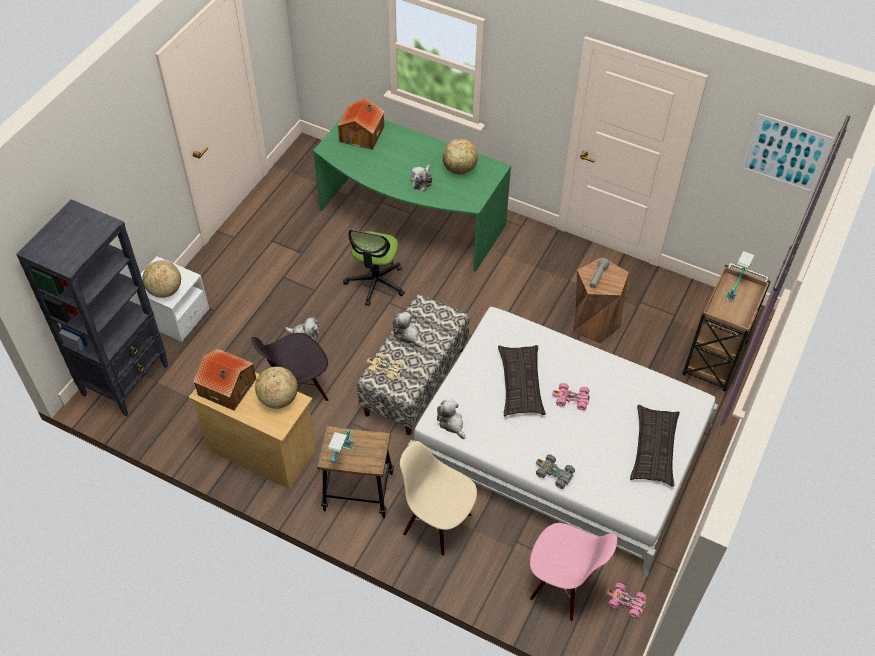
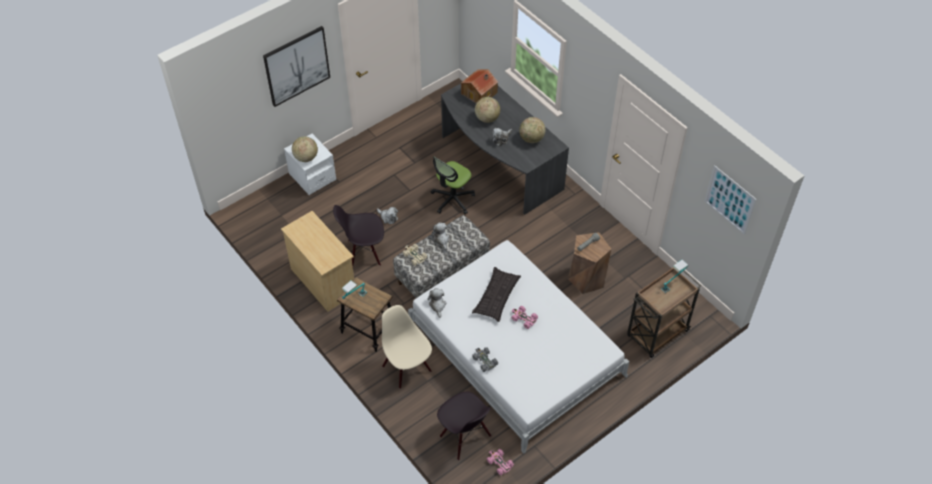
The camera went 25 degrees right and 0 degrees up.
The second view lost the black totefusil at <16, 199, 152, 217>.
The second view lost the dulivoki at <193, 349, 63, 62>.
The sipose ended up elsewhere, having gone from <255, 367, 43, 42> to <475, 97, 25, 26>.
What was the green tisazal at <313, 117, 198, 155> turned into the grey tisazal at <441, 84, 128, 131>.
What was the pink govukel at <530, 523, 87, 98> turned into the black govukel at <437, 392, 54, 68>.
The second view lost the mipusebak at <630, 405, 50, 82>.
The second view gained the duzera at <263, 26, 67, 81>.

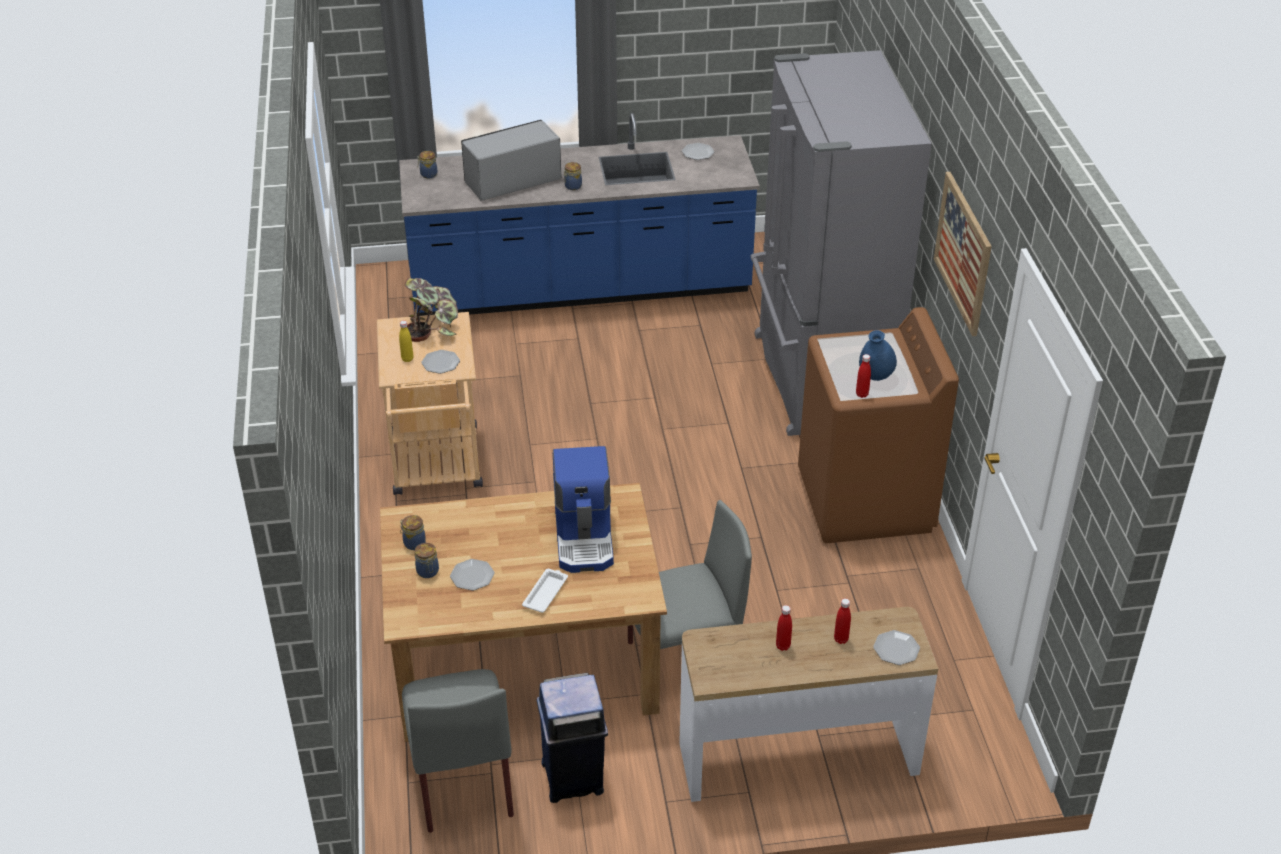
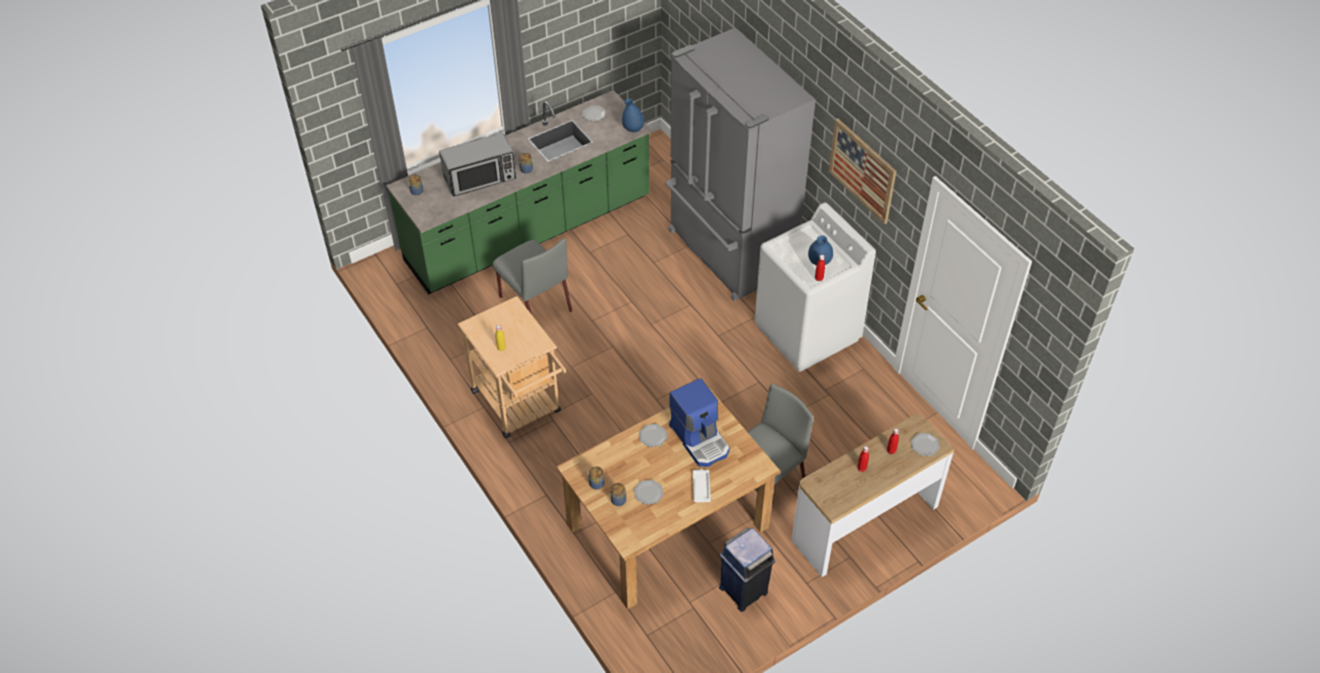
The camera went 25 degrees left and 10 degrees up.
What was the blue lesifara at <399, 113, 361, 203> turned into the green lesifara at <386, 90, 266, 204>.
The grey govukel ended up elsewhere, having gone from <402, 669, 112, 164> to <492, 238, 80, 75>.
The second view lost the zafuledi at <405, 278, 53, 64>.
The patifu ended up elsewhere, having gone from <421, 350, 39, 24> to <639, 424, 28, 23>.
The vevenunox at <461, 120, 100, 81> ended up facing another way, 150 degrees counterclockwise from before.
What was the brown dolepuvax at <798, 307, 161, 236> turned into the white dolepuvax at <755, 202, 121, 170>.
The second view gained the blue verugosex at <622, 98, 23, 34>.

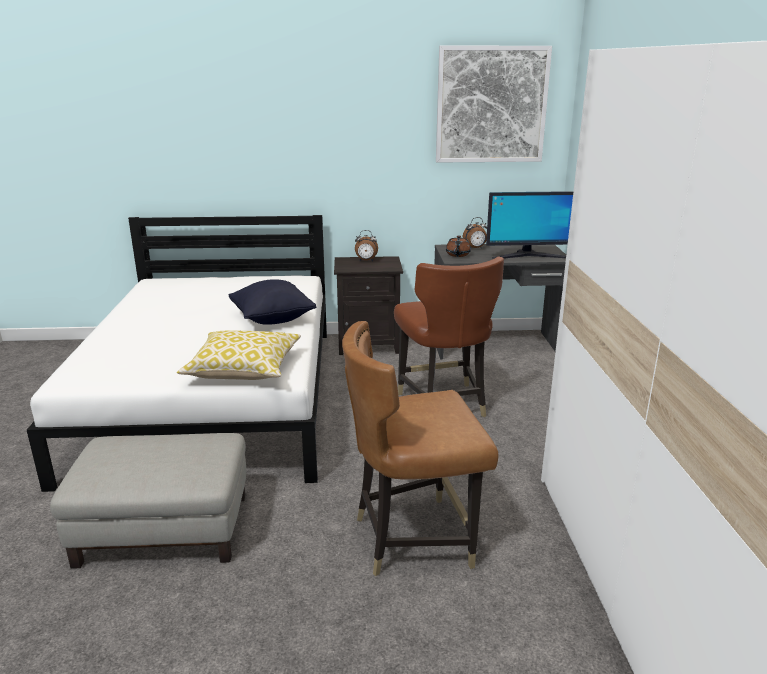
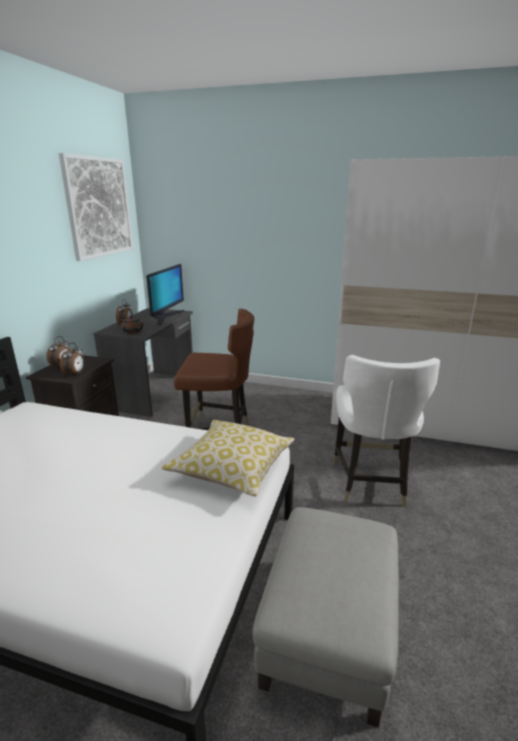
The camera went 70 degrees left and 0 degrees up.
The second view lost the black mipusebak at <229, 279, 87, 46>.
What was the brown govukel at <342, 321, 156, 255> turned into the white govukel at <334, 355, 106, 152>.
The second view gained the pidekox at <60, 343, 25, 33>.

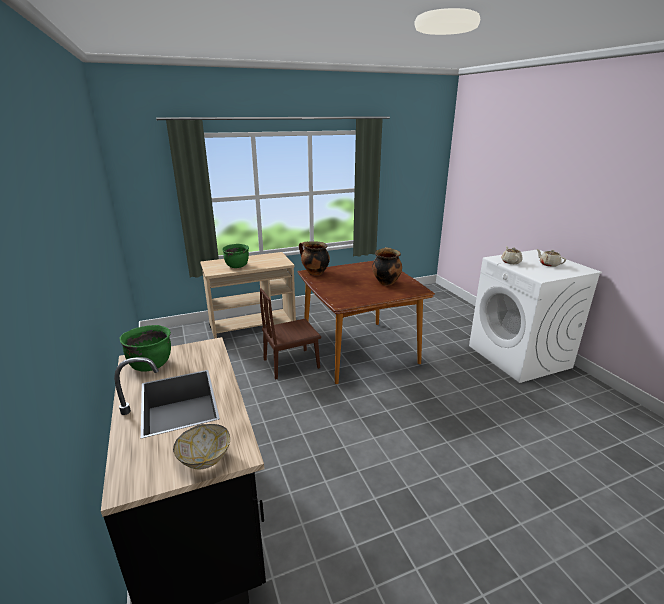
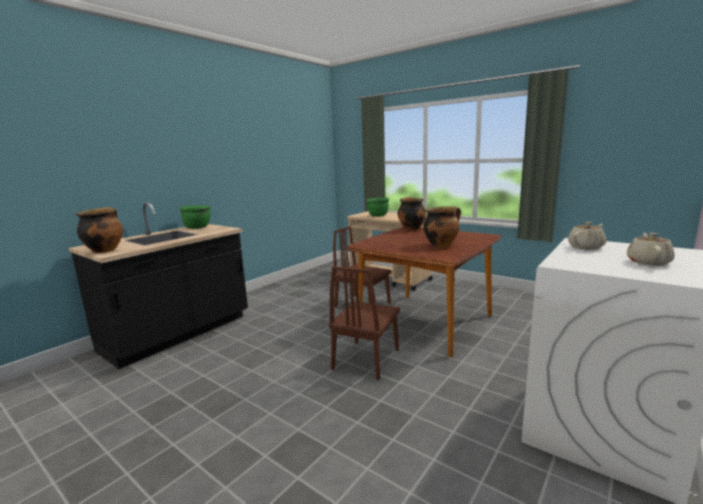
The camera went 60 degrees right and 10 degrees down.
Where the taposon stood at <173, 424, 57, 45>, the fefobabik came to stand at <76, 207, 47, 46>.
The second view gained the brown govukel at <328, 266, 72, 114>.

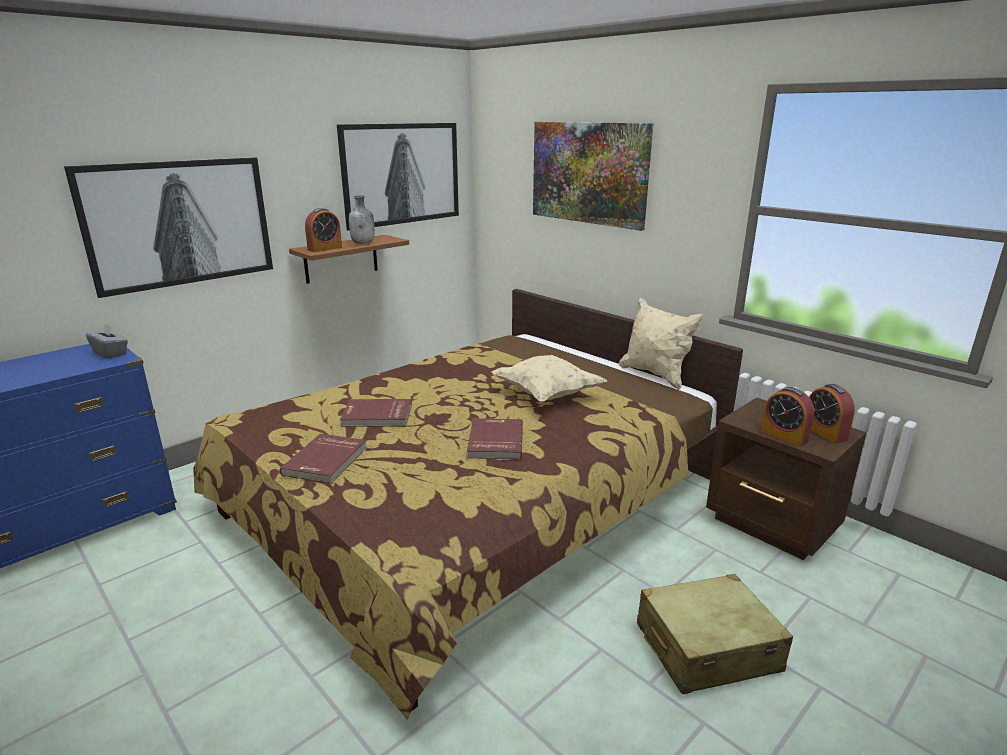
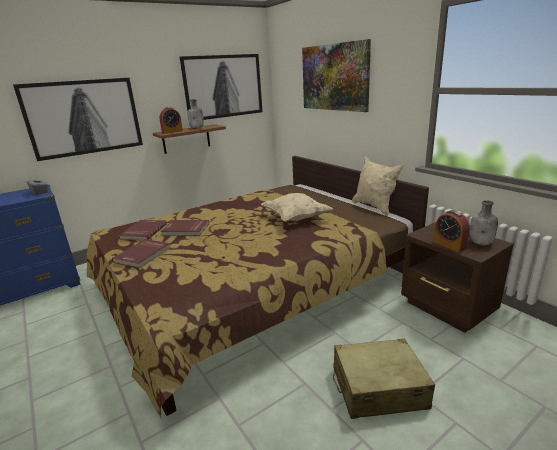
The camera went 10 degrees right and 0 degrees up.
The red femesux ended up elsewhere, having gone from <467, 418, 56, 41> to <119, 220, 48, 20>.
Where the pidekox stood at <809, 384, 46, 59>, the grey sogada came to stand at <469, 200, 29, 45>.

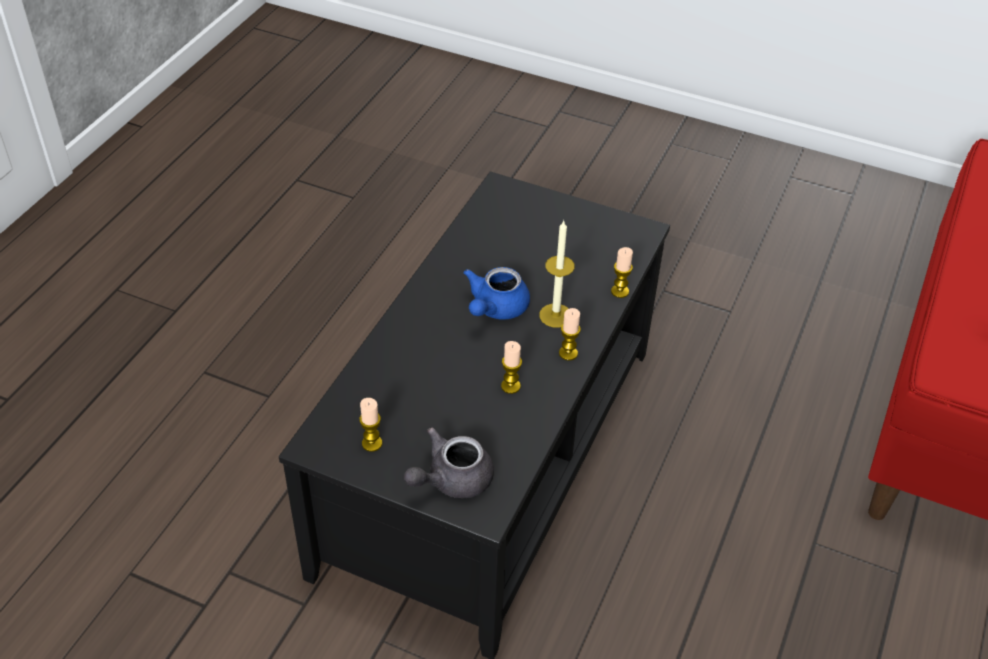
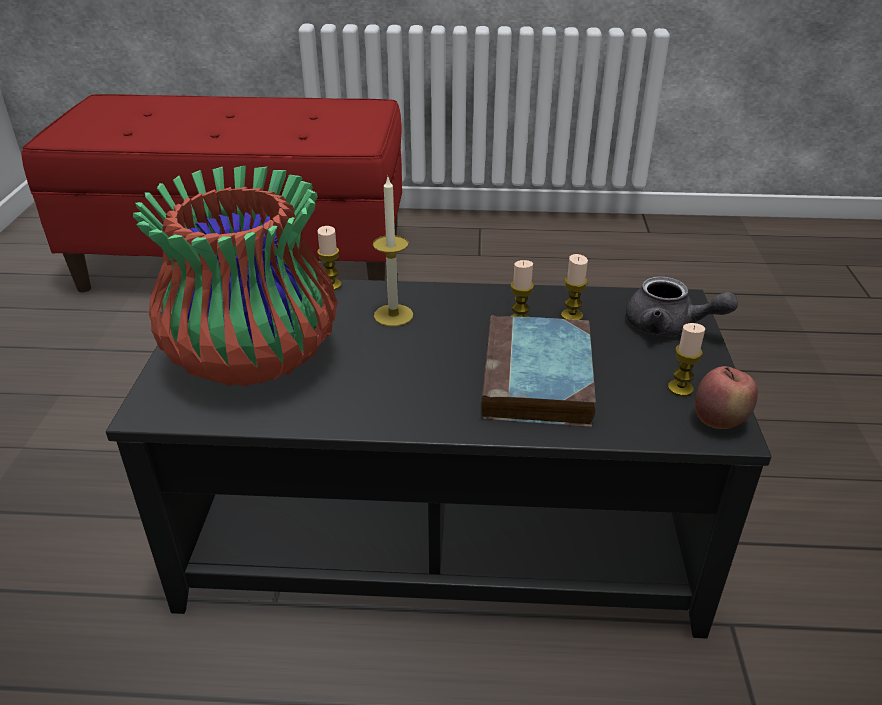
The camera went 110 degrees left and 10 degrees down.
The second view lost the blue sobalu at <463, 267, 67, 53>.
The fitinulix ended up elsewhere, having gone from <559, 308, 22, 53> to <561, 254, 27, 66>.
The second view gained the verugosex at <133, 165, 204, 222>.
The second view gained the femesux at <481, 315, 115, 112>.
The second view gained the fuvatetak at <695, 366, 63, 63>.

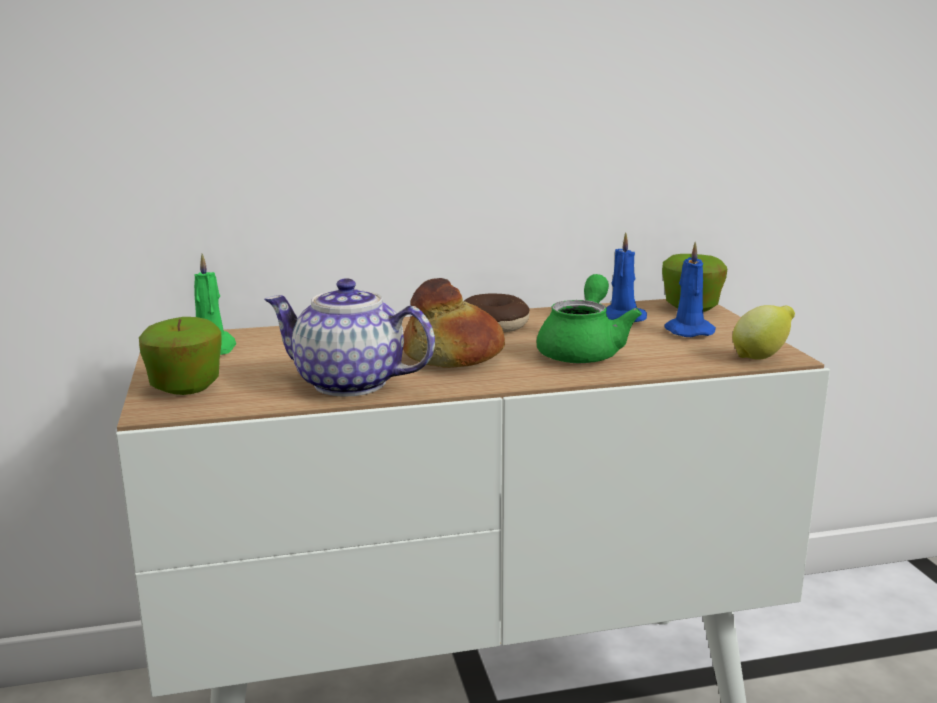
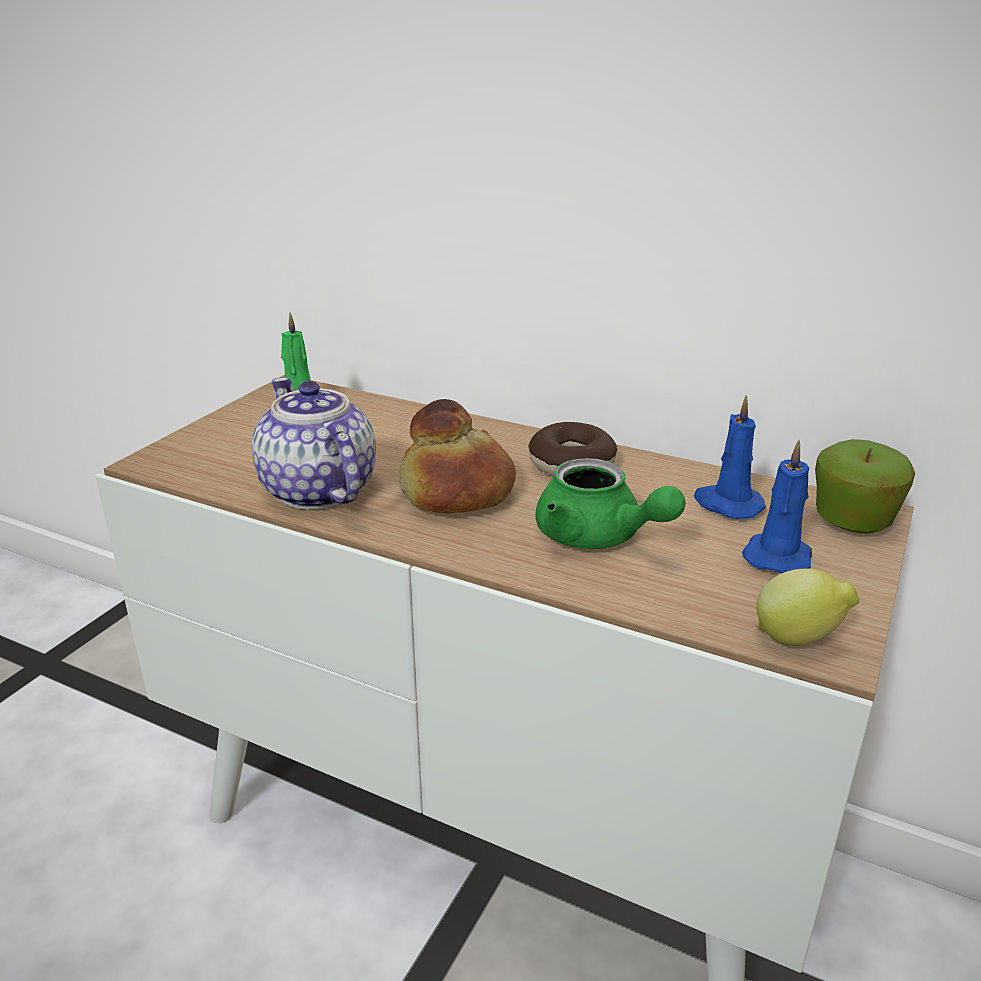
The camera went 40 degrees right and 10 degrees up.
The second view lost the fuvatetak at <139, 317, 82, 78>.
The green sobalu at <537, 274, 105, 89> ended up facing another way, 75 degrees clockwise from before.

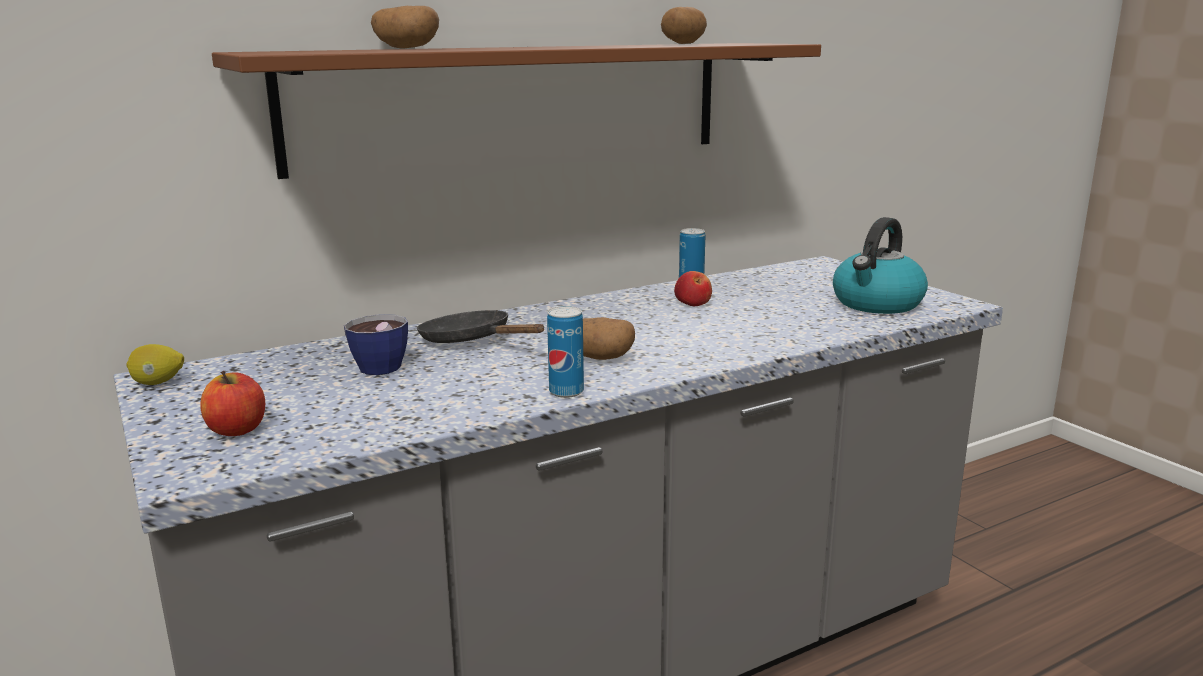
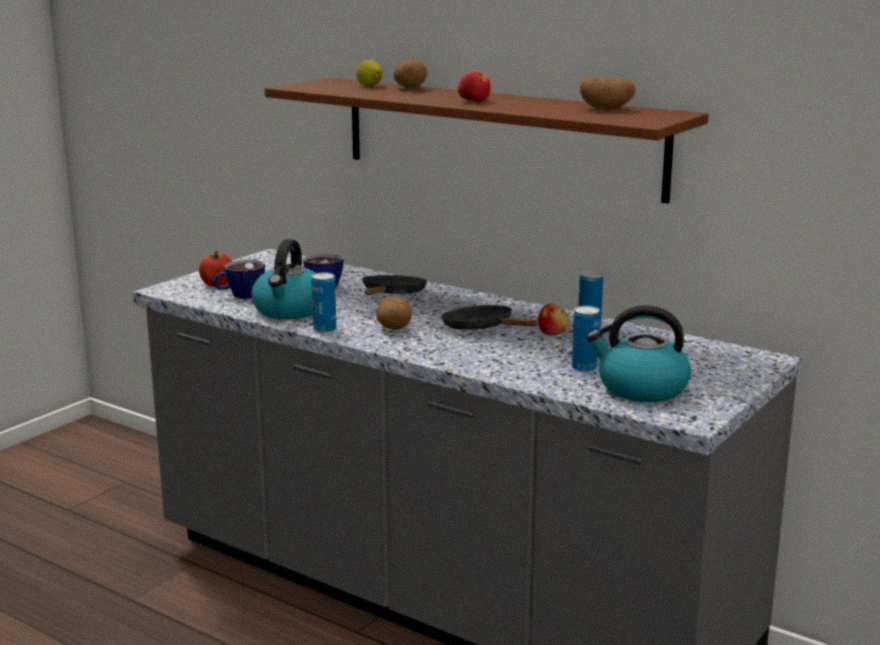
The camera went 65 degrees right and 0 degrees up.
The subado ended up elsewhere, having gone from <126, 344, 58, 41> to <356, 60, 26, 26>.
The second view gained the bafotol at <213, 259, 52, 40>.
The second view gained the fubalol at <251, 239, 65, 80>.
The second view gained the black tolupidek at <441, 305, 98, 25>.
The second view gained the fuvatetak at <458, 71, 33, 31>.
The second view gained the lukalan at <572, 306, 28, 66>.

